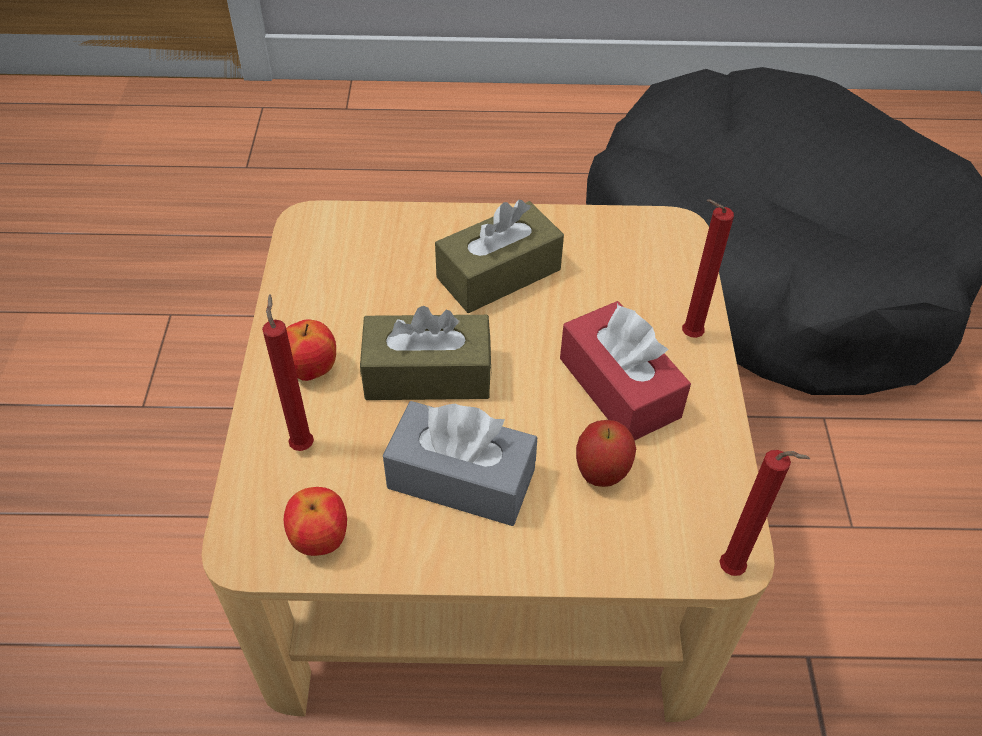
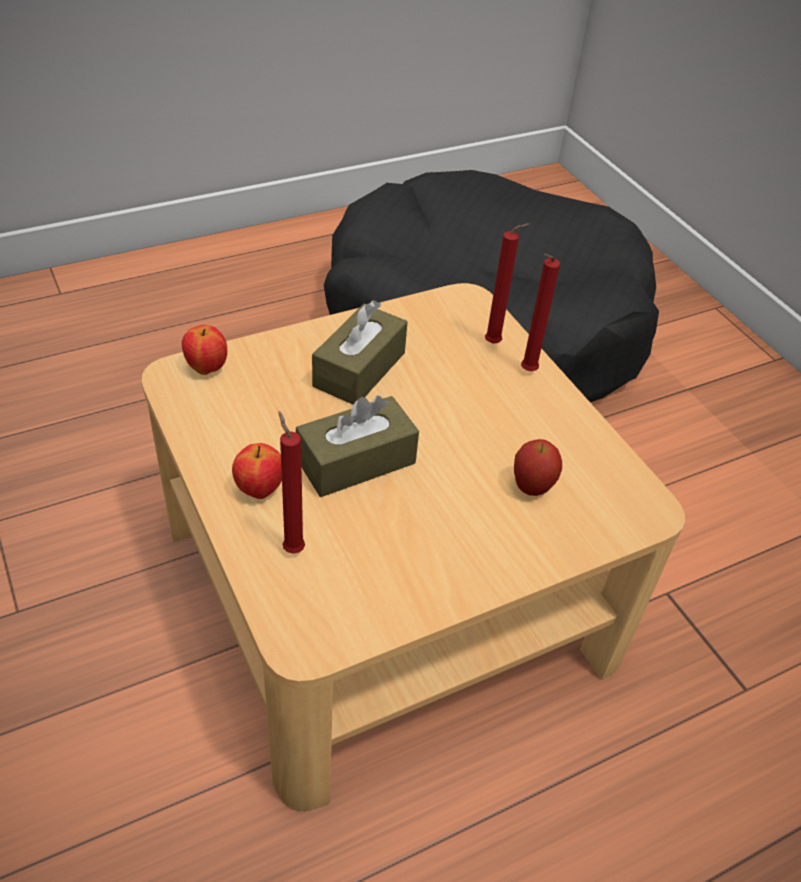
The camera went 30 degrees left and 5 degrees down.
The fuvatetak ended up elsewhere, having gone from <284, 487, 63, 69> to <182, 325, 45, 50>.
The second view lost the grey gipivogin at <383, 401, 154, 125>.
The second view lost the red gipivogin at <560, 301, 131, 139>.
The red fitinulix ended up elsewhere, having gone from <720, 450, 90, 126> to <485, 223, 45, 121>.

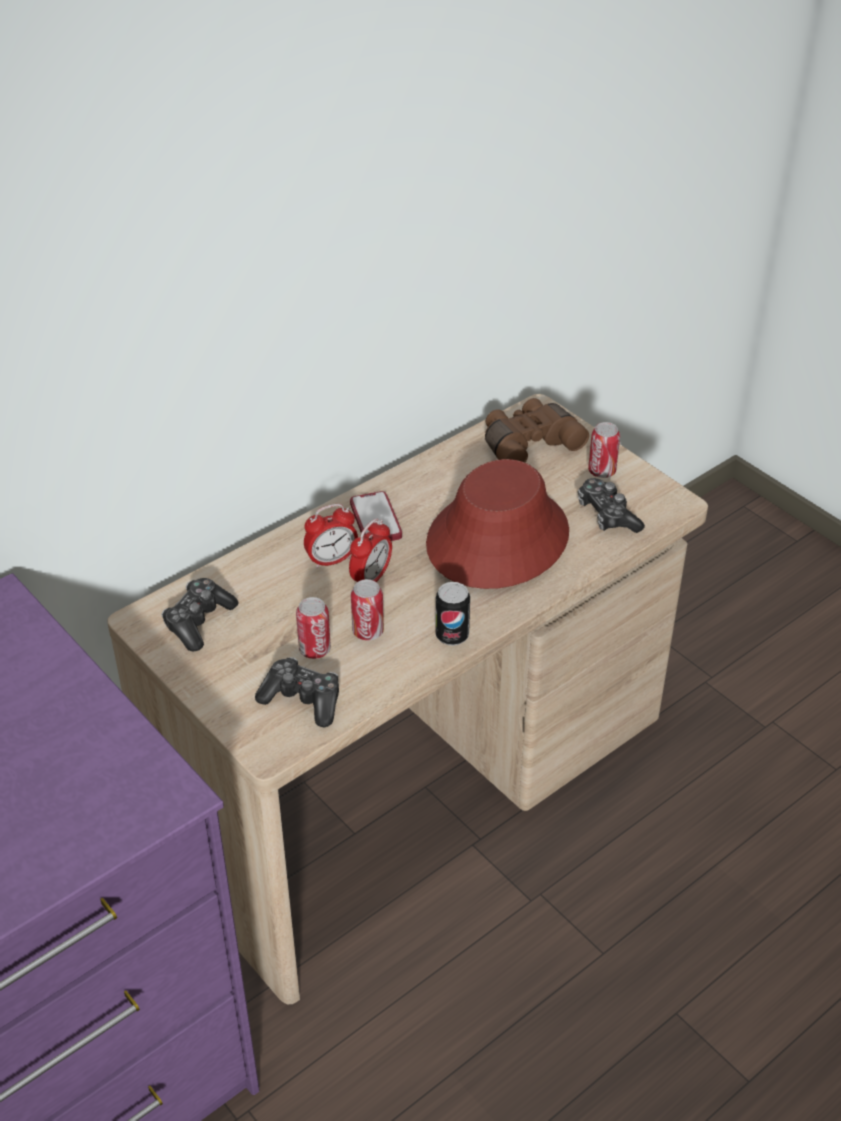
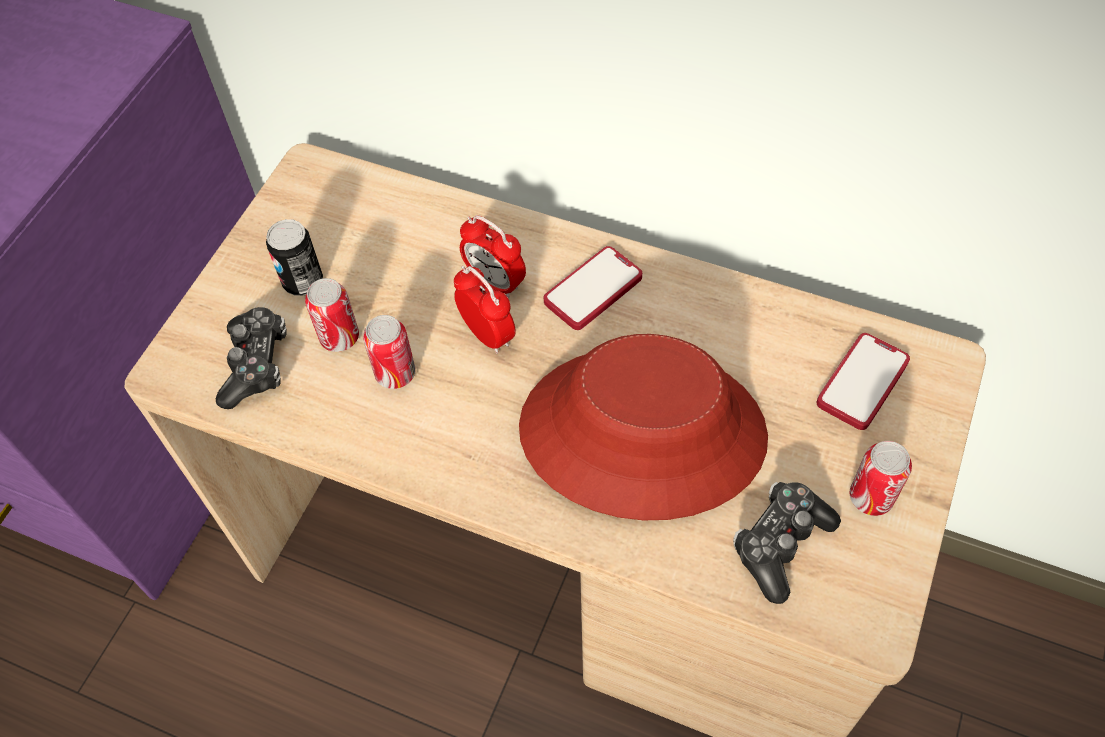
The camera went 65 degrees right and 15 degrees up.
The second view lost the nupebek at <161, 578, 77, 74>.
The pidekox at <349, 518, 43, 64> ended up facing another way, 135 degrees counterclockwise from before.
The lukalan ended up elsewhere, having gone from <435, 582, 35, 64> to <266, 219, 57, 77>.
Where the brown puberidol stood at <485, 398, 104, 65>, the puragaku came to stand at <816, 333, 94, 97>.

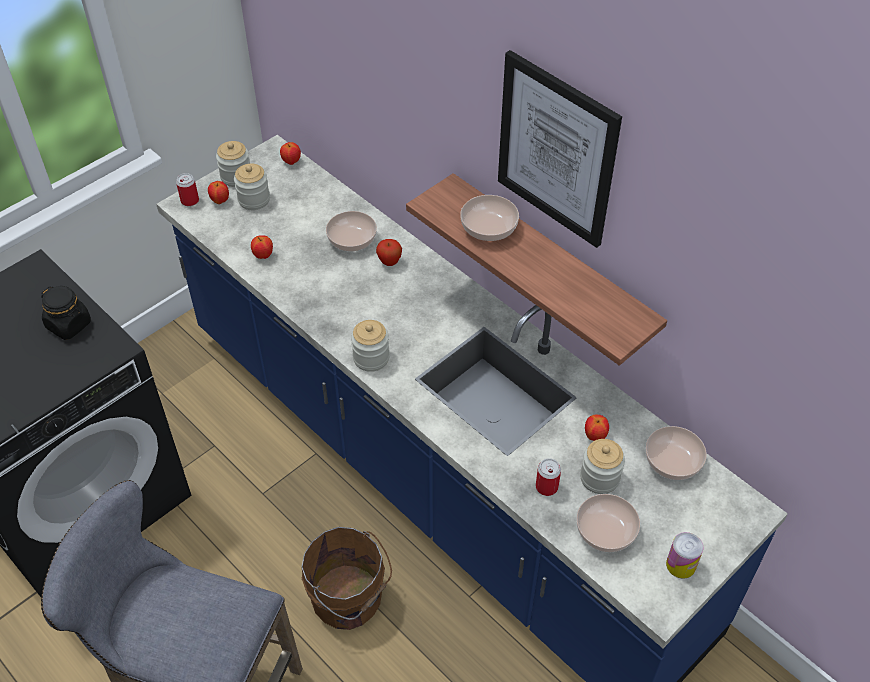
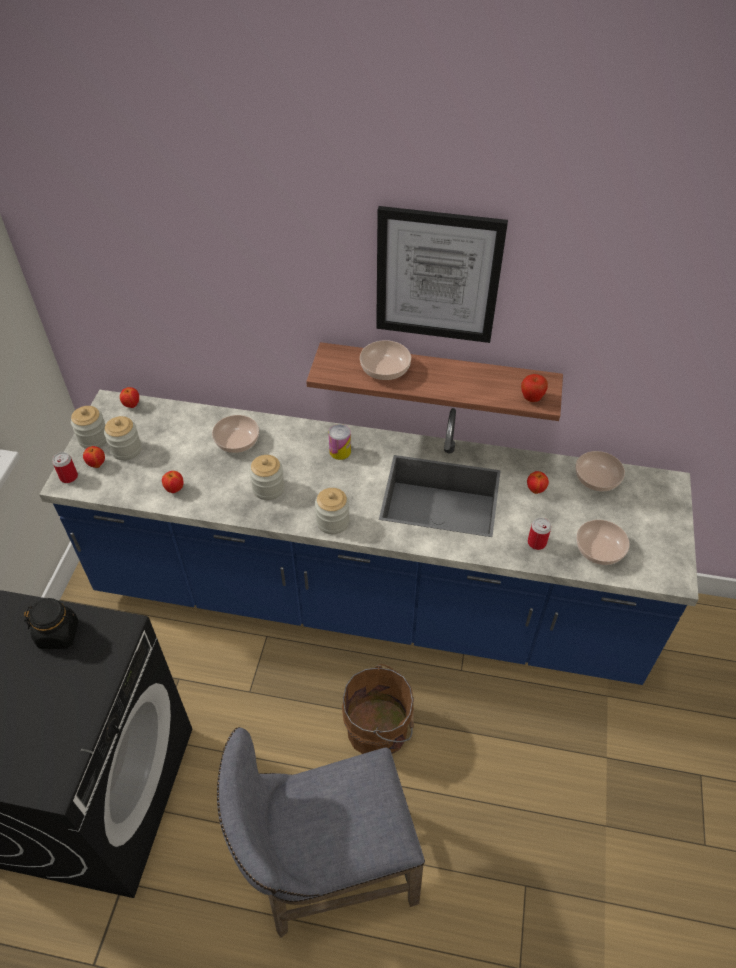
The camera went 35 degrees left and 0 degrees up.
The fuvatetak ended up elsewhere, having gone from <376, 239, 26, 27> to <521, 374, 27, 28>.
The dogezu ended up elsewhere, having gone from <580, 439, 45, 55> to <249, 455, 36, 45>.
The lukalan ended up elsewhere, having gone from <666, 532, 38, 47> to <329, 424, 22, 36>.

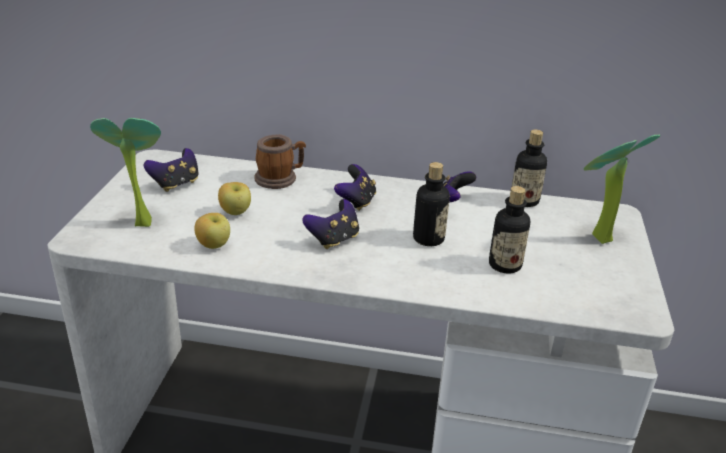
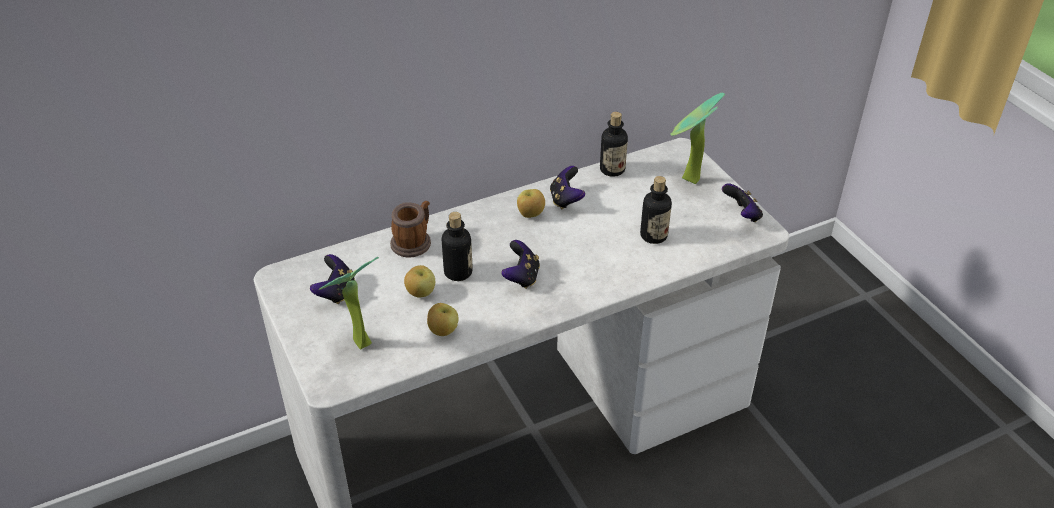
The camera went 35 degrees left and 10 degrees up.
The nupebek ended up elsewhere, having gone from <334, 164, 42, 47> to <722, 183, 41, 40>.
The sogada ended up elsewhere, having gone from <413, 162, 37, 84> to <442, 212, 31, 69>.
The second view gained the fuvatetak at <517, 189, 28, 29>.

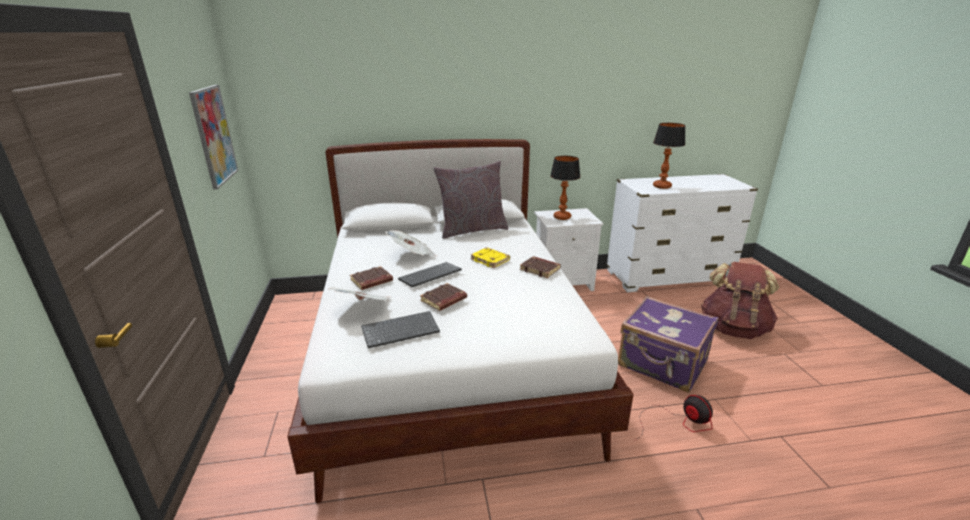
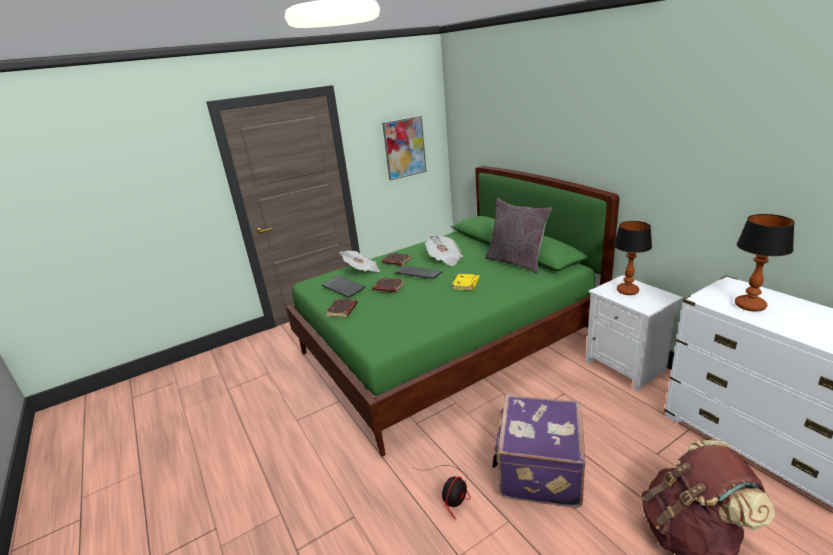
The camera went 70 degrees right and 0 degrees up.
What was the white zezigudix at <287, 139, 347, 364> turned into the green zezigudix at <286, 166, 333, 291>.
The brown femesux ended up elsewhere, having gone from <520, 256, 41, 22> to <326, 299, 32, 18>.

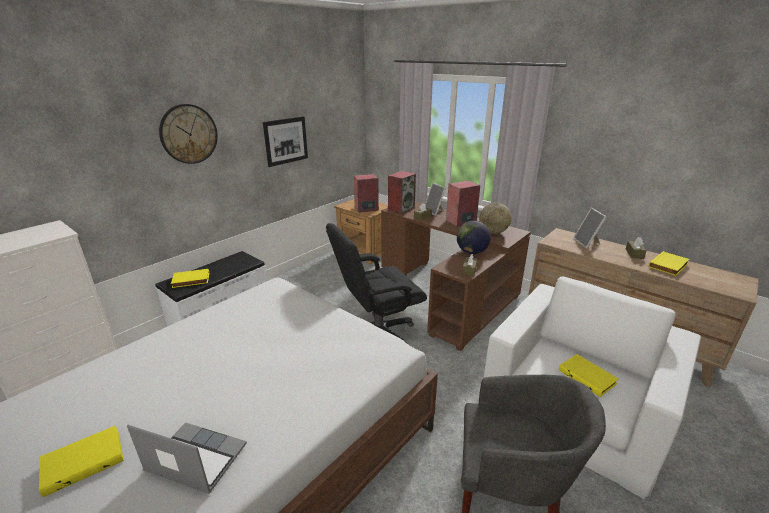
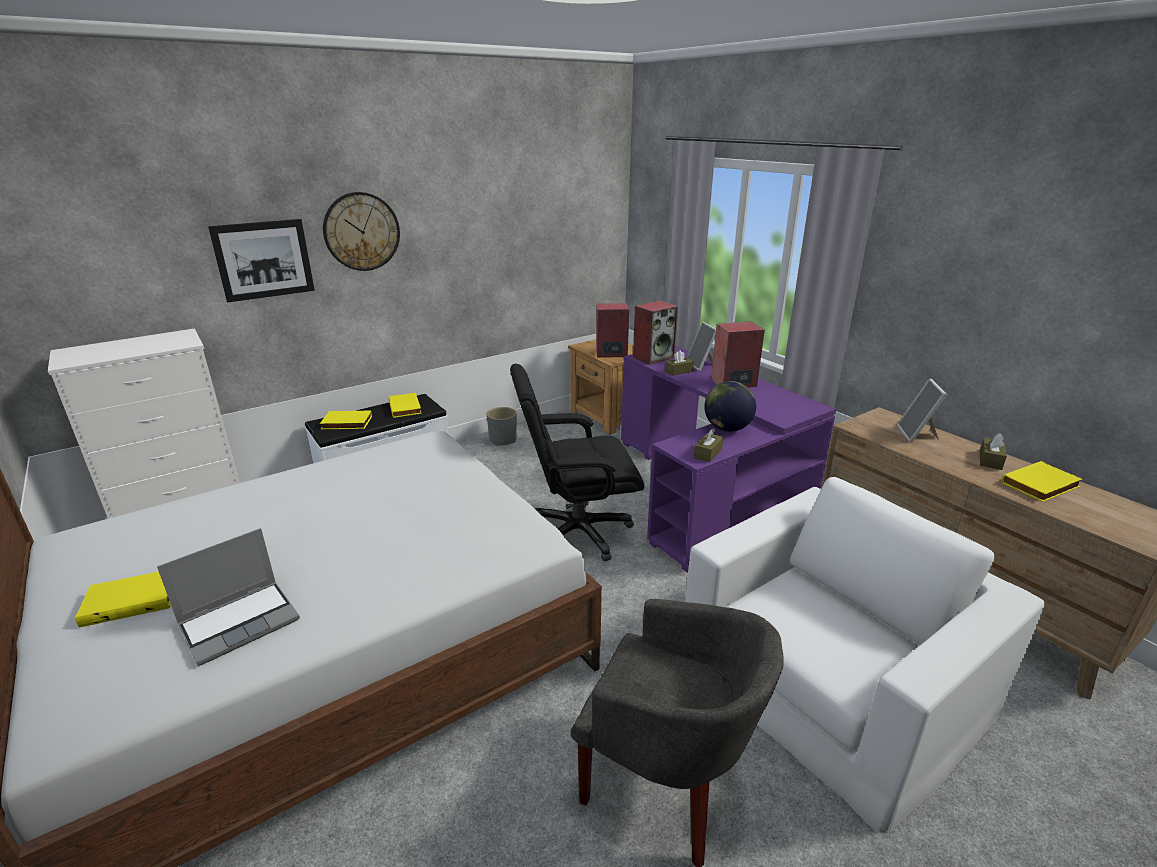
The camera went 15 degrees right and 0 degrees up.
The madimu at <127, 422, 120, 72> ended up facing another way, 105 degrees clockwise from before.
The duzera ended up elsewhere, having gone from <263, 116, 45, 51> to <208, 219, 107, 83>.
What was the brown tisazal at <381, 201, 150, 150> turned into the purple tisazal at <621, 346, 215, 227>.
The second view lost the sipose at <479, 203, 32, 31>.
The yellow femesux ended up elsewhere, having gone from <559, 354, 60, 43> to <389, 393, 33, 25>.
The second view gained the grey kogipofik at <487, 407, 30, 39>.

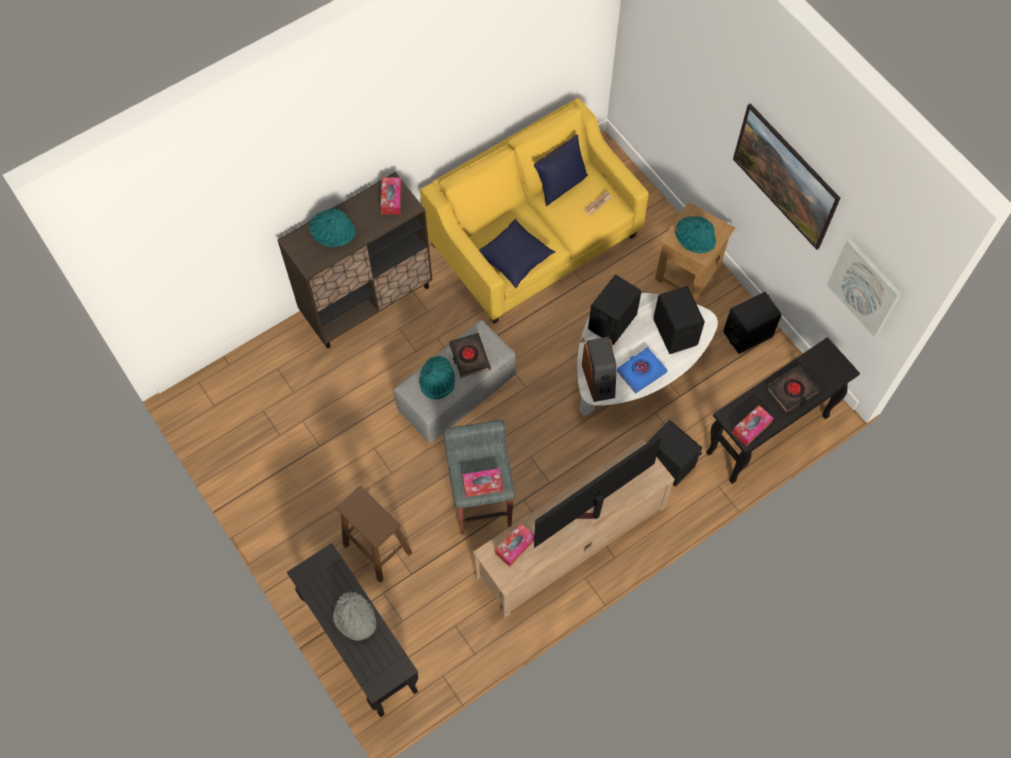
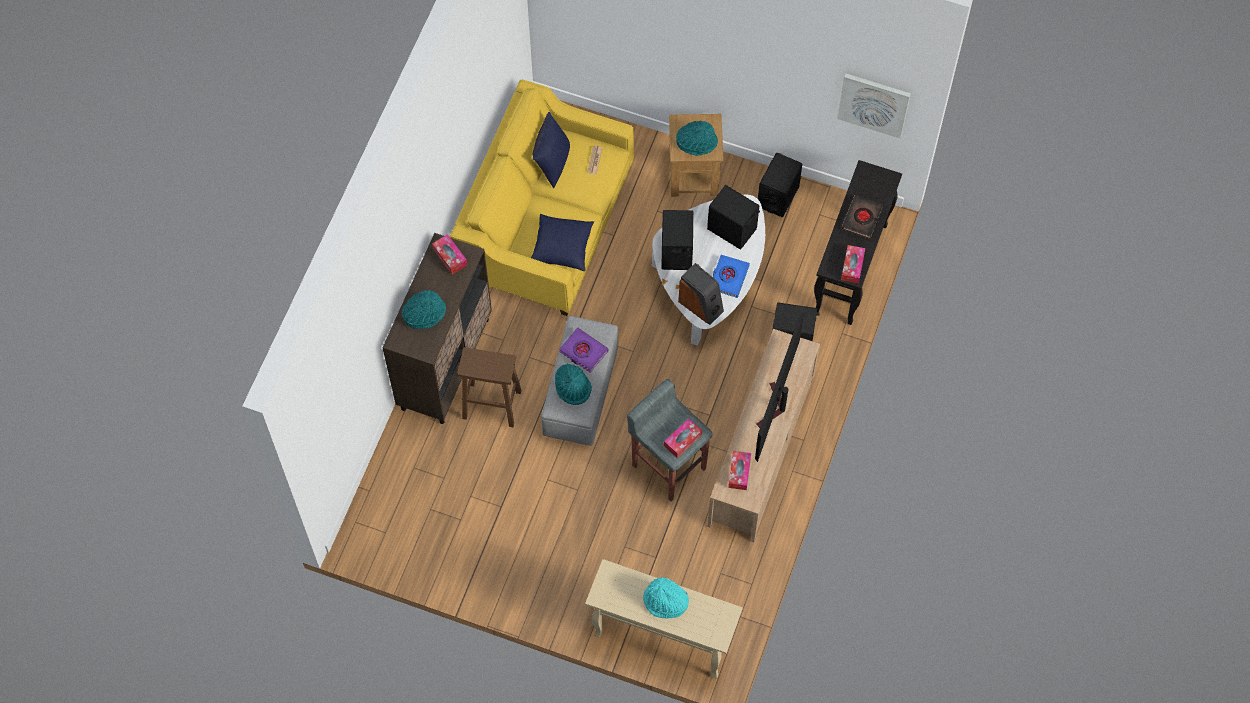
The camera went 35 degrees left and 0 degrees up.
What was the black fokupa at <287, 543, 131, 174> turned into the beige fokupa at <585, 559, 158, 120>.
What was the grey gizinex at <333, 592, 44, 49> turned into the turquoise gizinex at <643, 577, 46, 42>.
The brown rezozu ended up elsewhere, having gone from <336, 486, 76, 97> to <457, 347, 64, 80>.
What was the black femesux at <449, 333, 42, 45> turned into the purple femesux at <559, 327, 50, 45>.
The second view lost the duzera at <733, 103, 107, 147>.

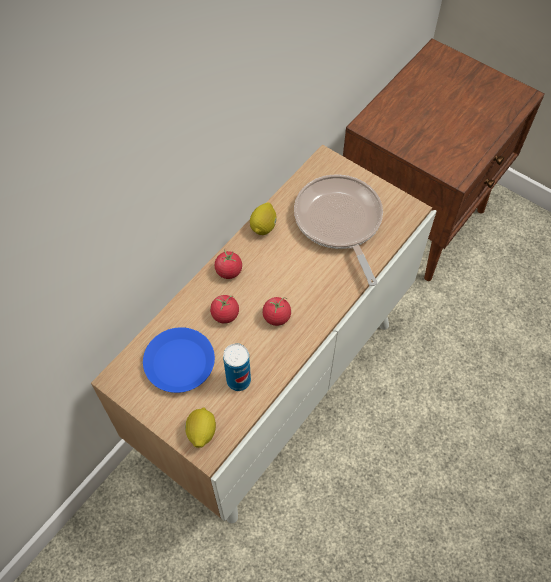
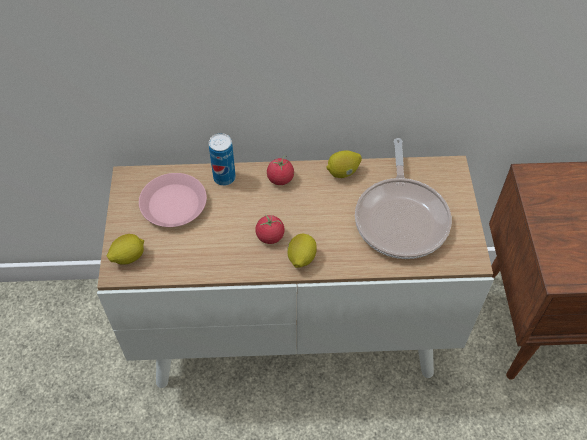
The camera went 50 degrees right and 5 degrees down.
What was the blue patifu at <143, 327, 72, 66> turned into the pink patifu at <139, 173, 68, 54>.
The second view lost the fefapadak at <210, 295, 29, 29>.
The lukalan ended up elsewhere, having gone from <223, 343, 28, 48> to <209, 133, 27, 53>.
The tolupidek at <294, 175, 89, 111> ended up facing another way, 150 degrees clockwise from before.
The second view gained the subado at <287, 234, 30, 34>.

